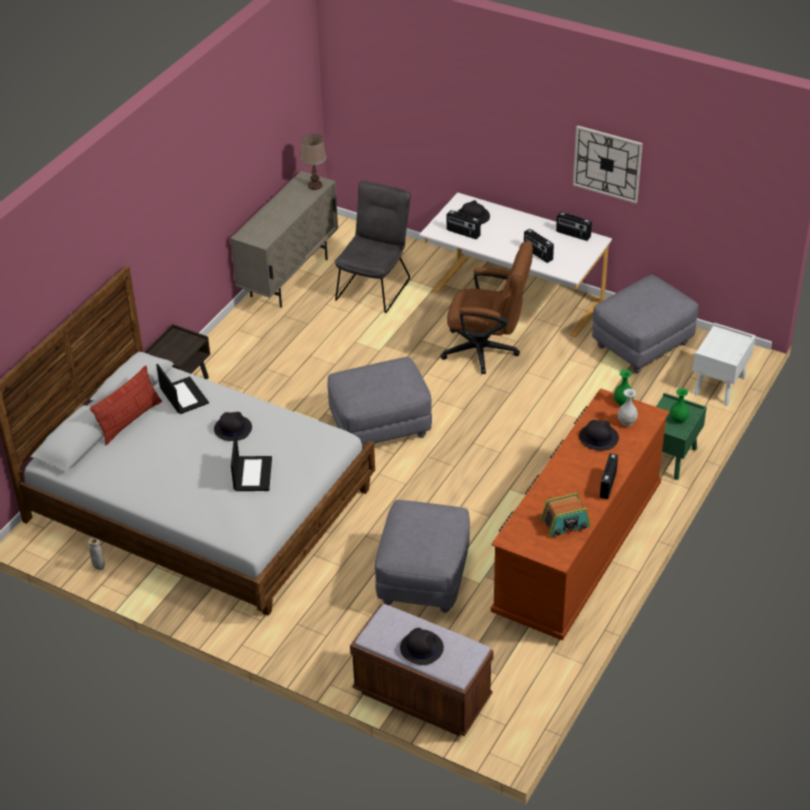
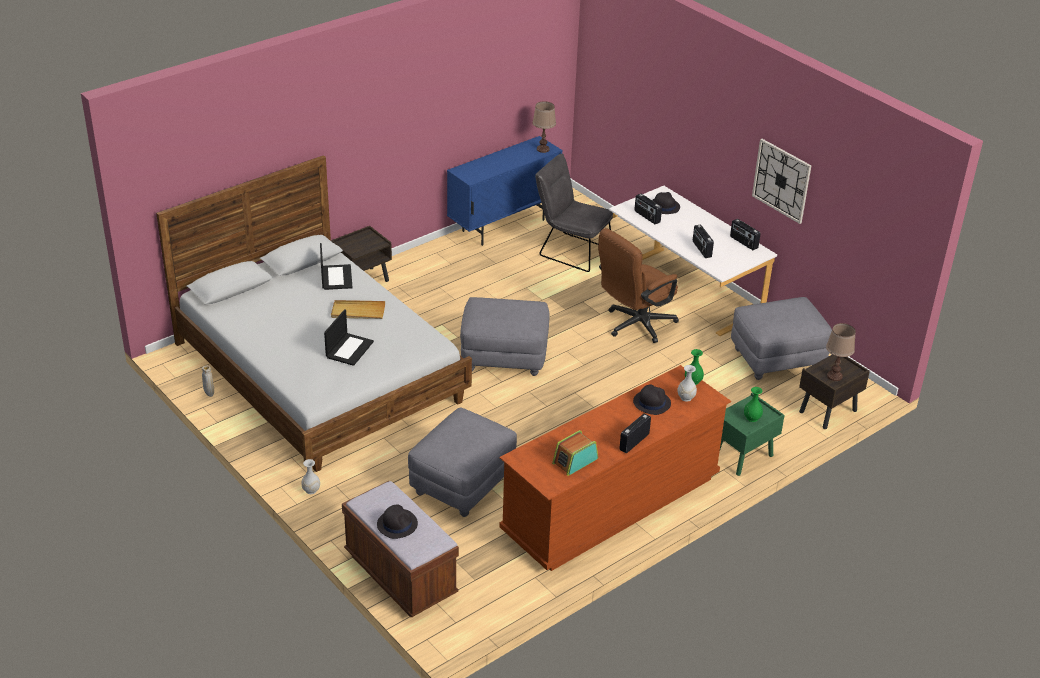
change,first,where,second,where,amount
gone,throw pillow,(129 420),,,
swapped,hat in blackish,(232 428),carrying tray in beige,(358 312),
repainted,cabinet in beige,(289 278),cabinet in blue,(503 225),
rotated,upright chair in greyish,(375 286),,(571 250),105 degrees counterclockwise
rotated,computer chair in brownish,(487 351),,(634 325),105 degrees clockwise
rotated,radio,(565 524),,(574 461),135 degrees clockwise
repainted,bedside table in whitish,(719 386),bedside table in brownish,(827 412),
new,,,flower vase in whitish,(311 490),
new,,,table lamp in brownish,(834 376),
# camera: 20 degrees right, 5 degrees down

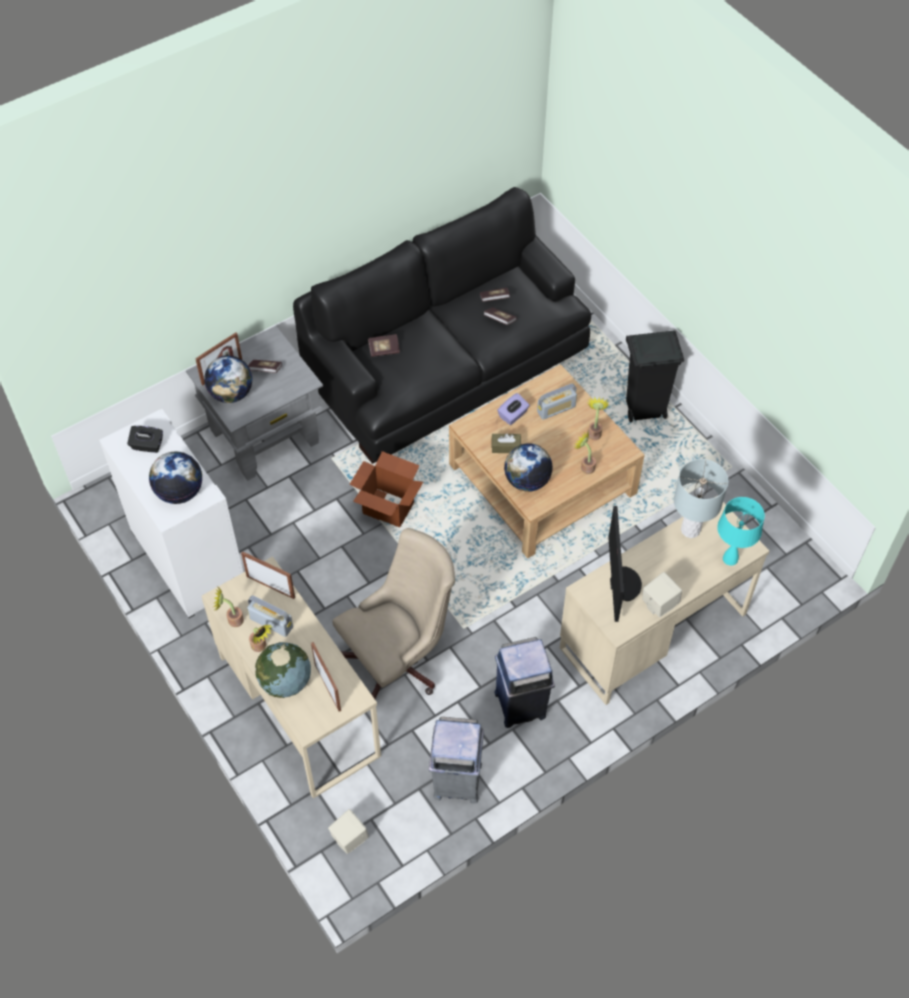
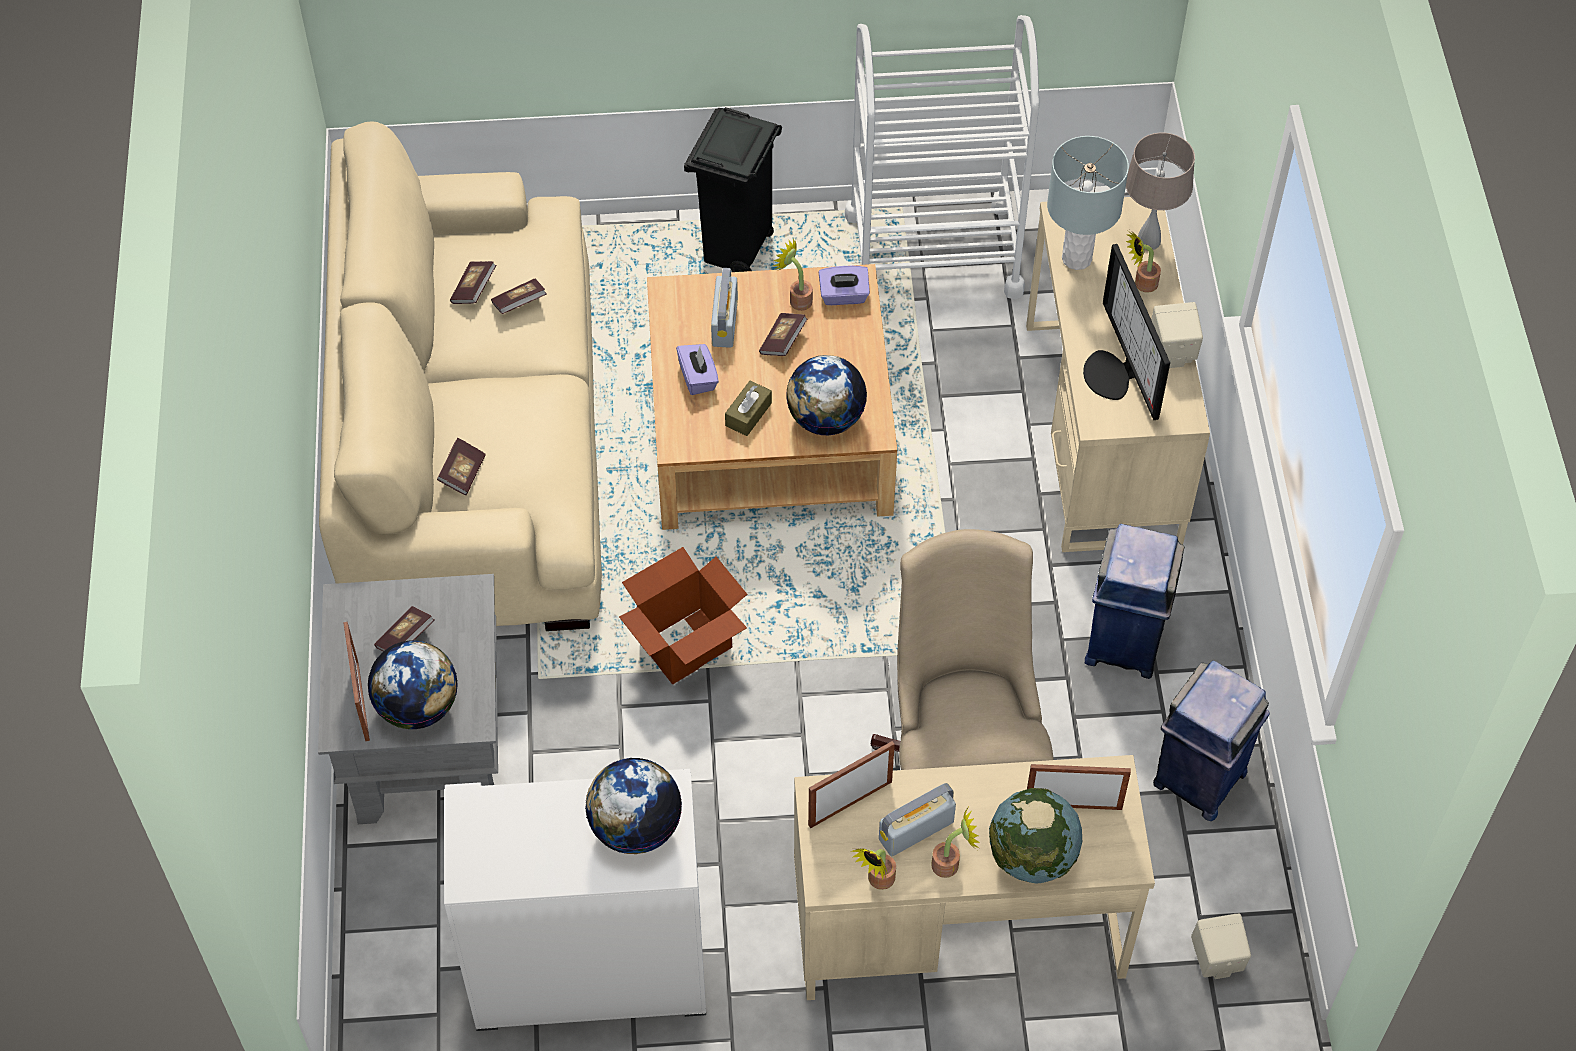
change,first,where,second,where,amount
gone,tissue box in blackish,(147 445),,,
repainted,sofa in blackish,(446 364),sofa in beige,(473 443),
repainted,rubbish bin in greyish,(456 780),rubbish bin in blue,(1198 779),
shifted,houseplant,(585 466),,(1141 284),
rotated,computer display,(622 583),,(1114 375),135 degrees counterclockwise
repainted,table lamp in turquoise,(730 559),table lamp in beige,(1149 241),
new,,,book,(783 341),
new,,,tissue box in purple-coloured,(843 296),
new,,,cart in whitish,(933 253),
# camera: 60 degrees left, 0 degrees up

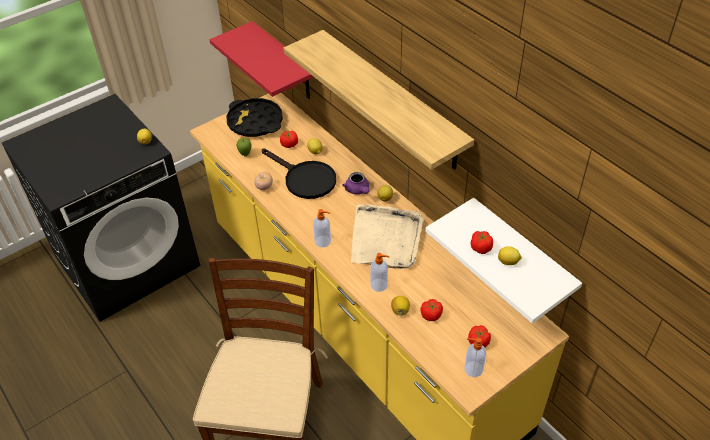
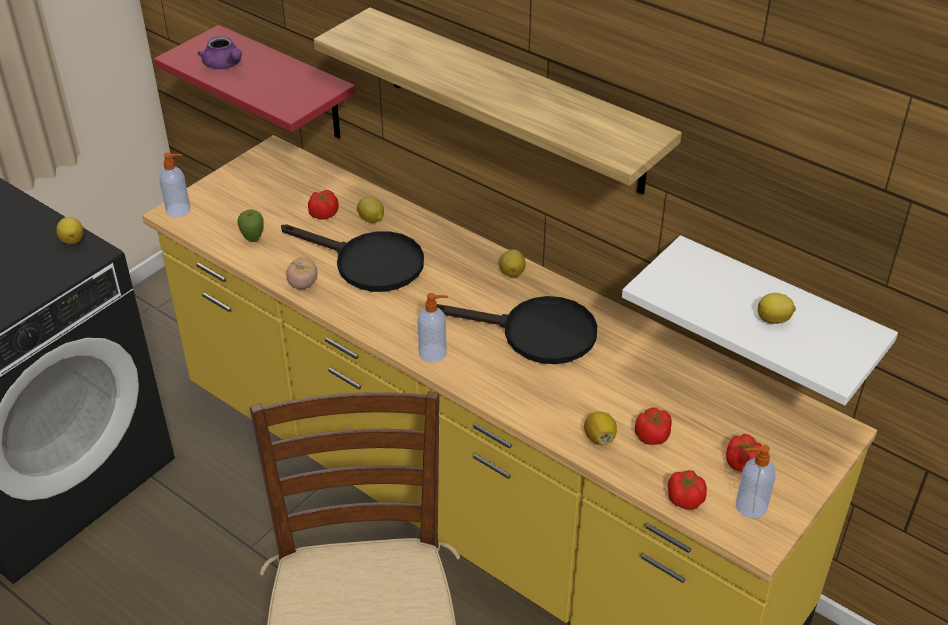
change,first,where,second,where,amount
gone,carrying tray in blackish,(255 122),,,
shifted,tea pot in purple-coloured,(358 190),,(224 65),
swapped,carrying tray in beige,(385 239),pan in blackish,(535 333),
shifted,liquid soap bottle,(379 285),,(179 210),
shifted,tomato,(480 248),,(684 499),
# camera: 15 degrees left, 5 degrees down

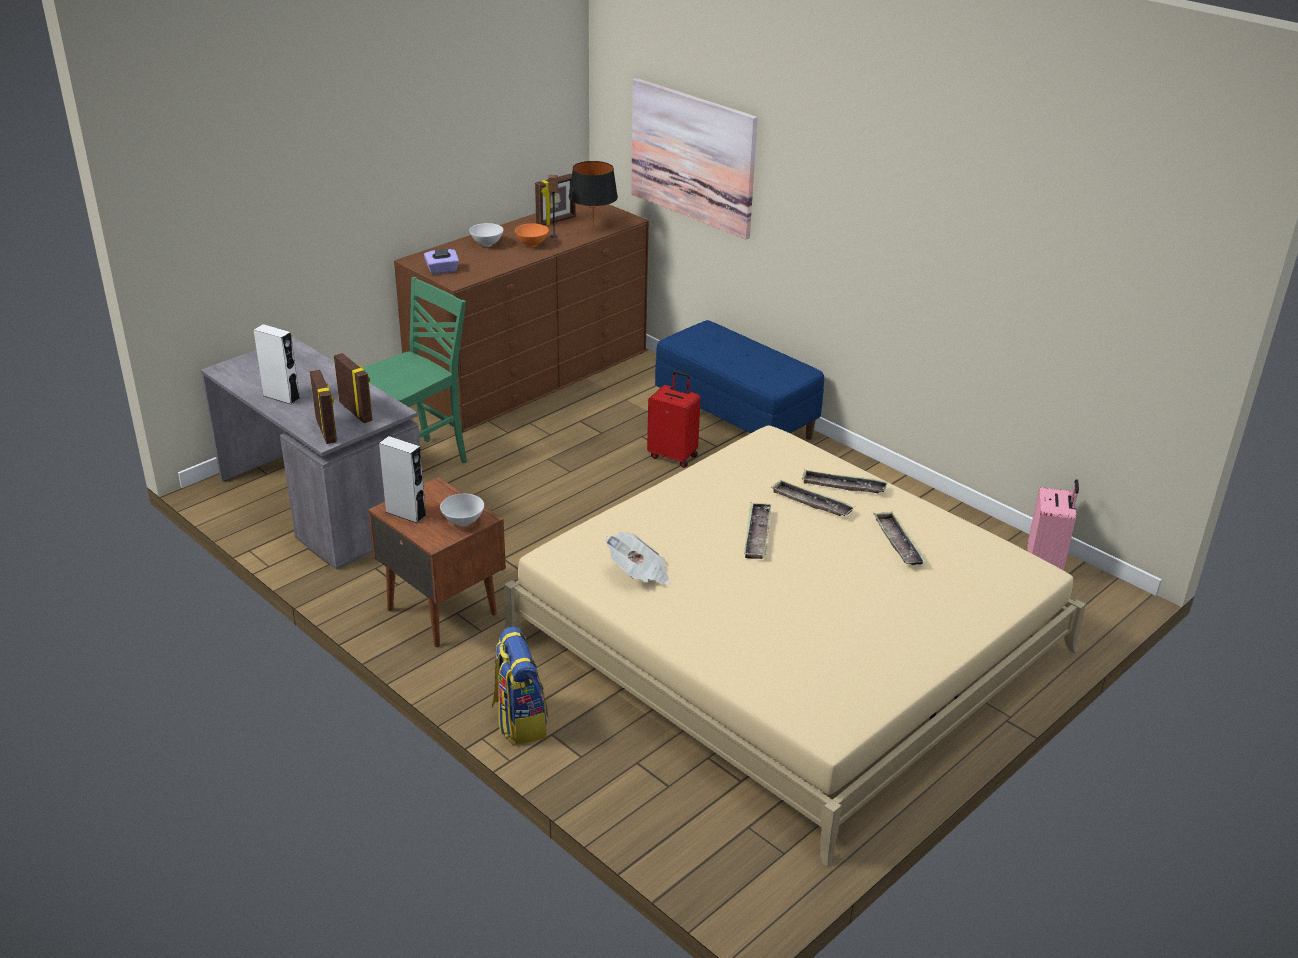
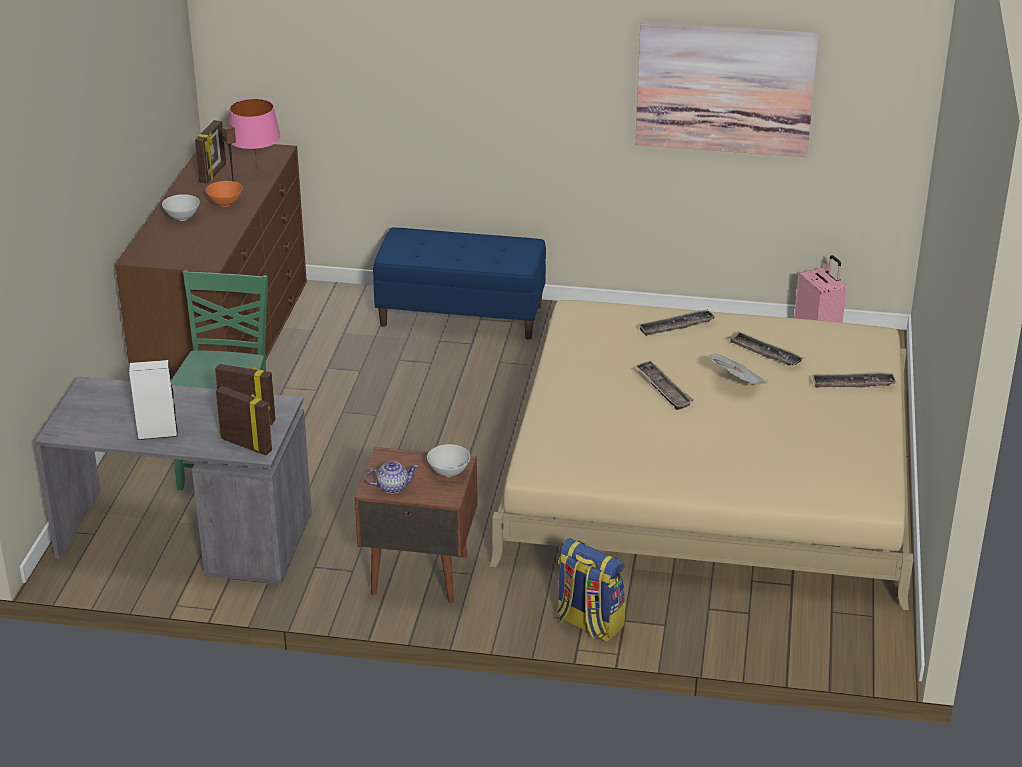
change,first,where,second,where,amount
swapped,loudspeaker in greyish,(406 514),tea pot,(392 487),
gone,tissue box in purple-coloured,(442 270),,,
repainted,table lamp in blackish,(593 227),table lamp in pinkish,(256 168),
shifted,daily paper,(639 573),,(737 383),
shifted,wall picture,(692 157),,(725 89),
gone,travel case in red-coloured,(673 456),,,
shifted,carrying tray,(811 503),,(852 384),
# camera: 35 degrees left, 0 degrees up

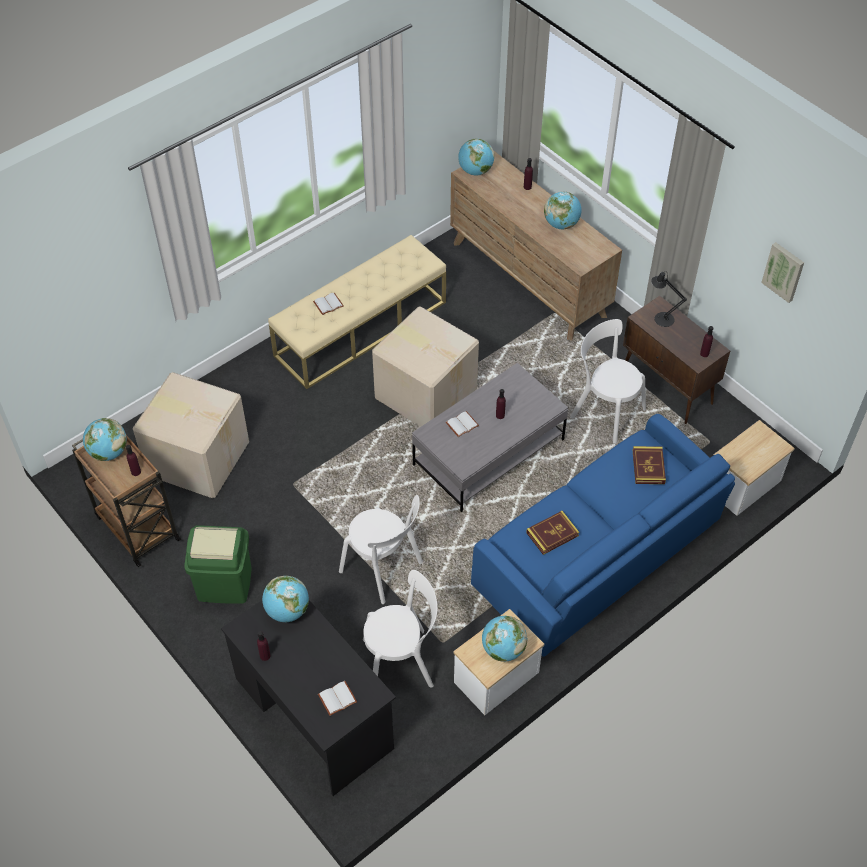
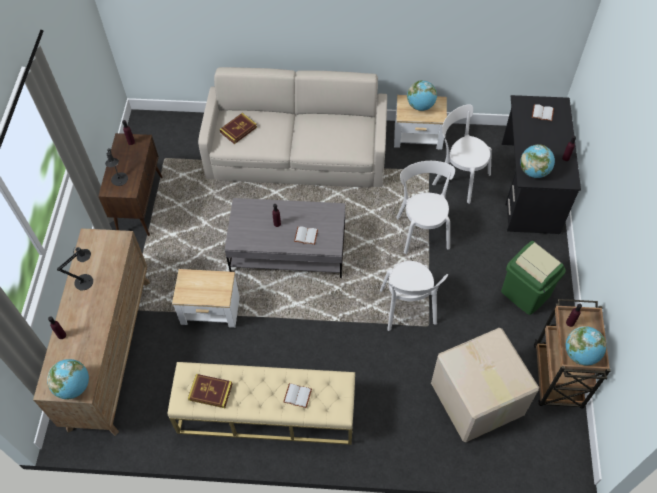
change,first,where,second,where,amount
gone,carton,(425 392),,,
repainted,sofa in blue,(599 552),sofa in beige,(297 151),
shifted,book,(552 534),,(210 392),
swapped,globe,(561 224),table lamp in blackish,(86 281),
shifted,upright chair in whitish,(604 411),,(408 309),
shifted,accent table,(742 485),,(210 311),
gone,wall picture,(784 271),,,
# camera: 135 degrees left, 5 degrees up

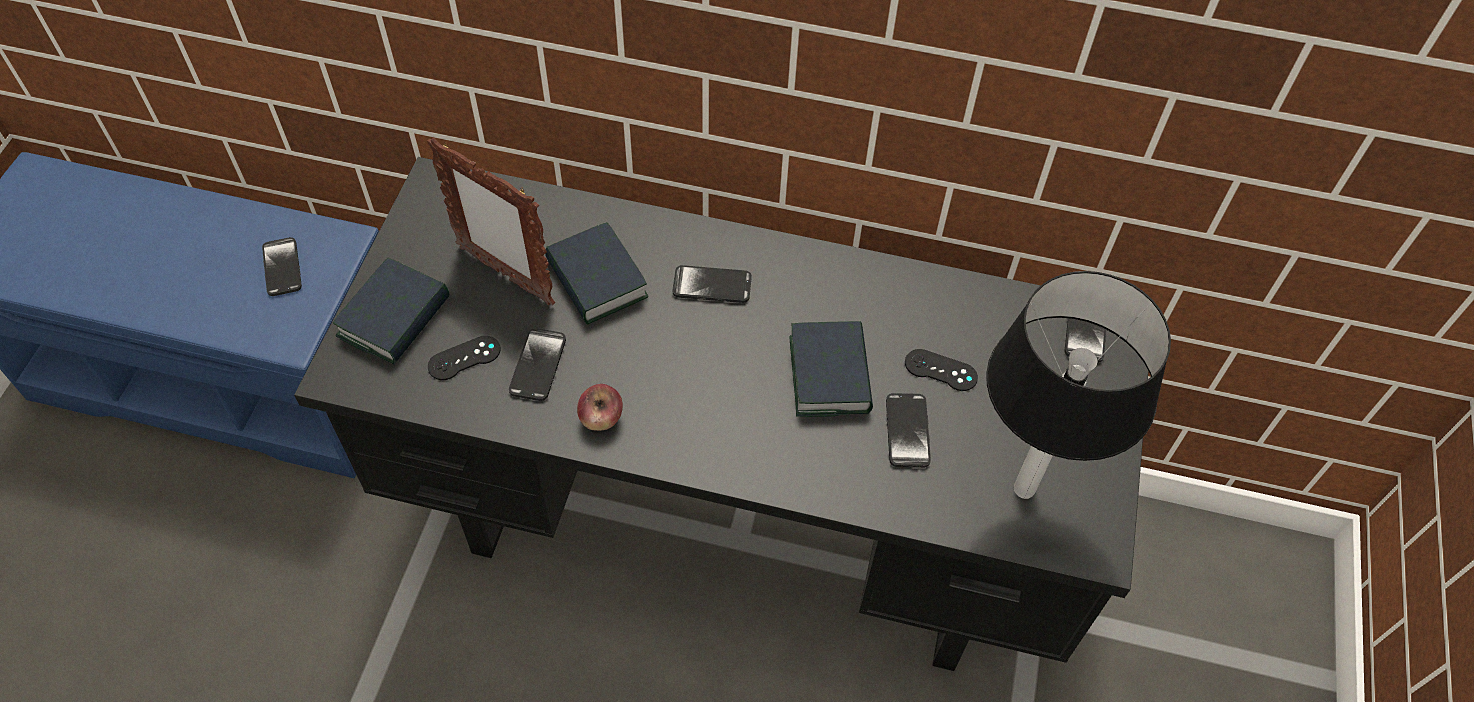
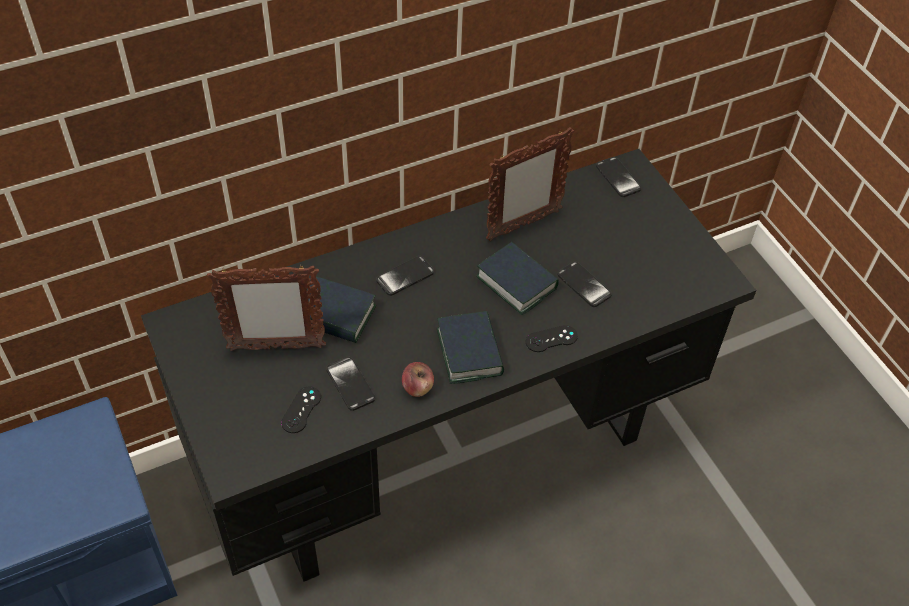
change,first,where,second,where,amount
gone,phone,(282 268),,,
shifted,book,(395 318),,(469 352),
shifted,gamepad in blackish,(940 370),,(551 339),
gone,table lamp,(1026 489),,,
new,,,photo frame,(523 225),
# camera: 40 degrees left, 5 degrees down

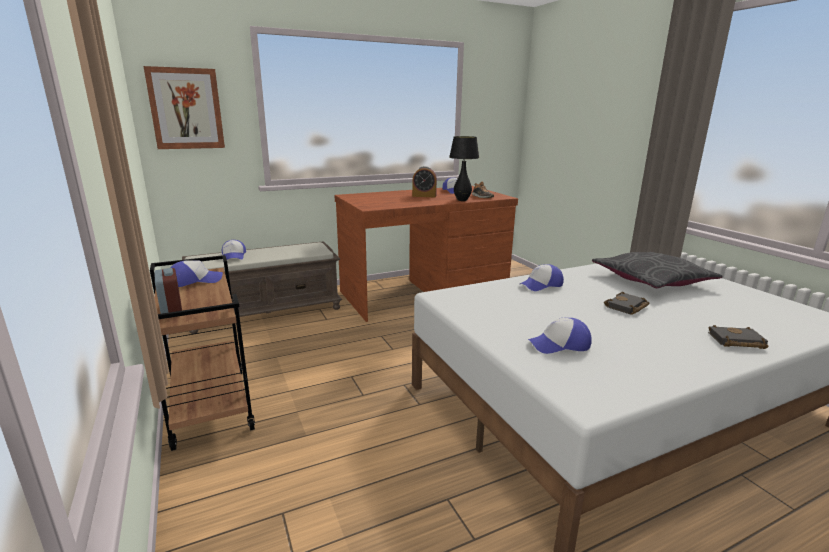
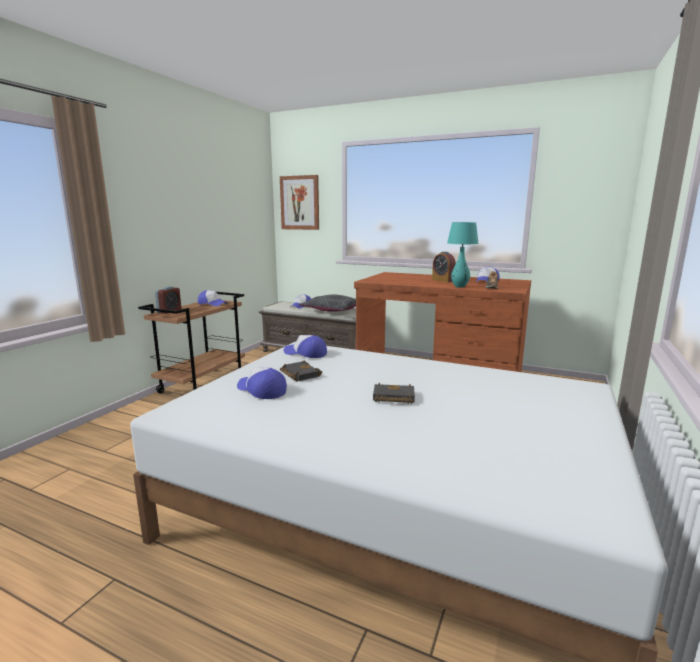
change,first,where,second,where,amount
repainted,table lamp in blackish,(462 200),table lamp in turquoise,(459 287),
shifted,cap,(541 285),,(305 353),
shifted,throw pillow in greyish,(651 280),,(333 310),
shifted,book in blackish,(735 341),,(299 374),
# camera: 50 degrees right, 5 degrees down

